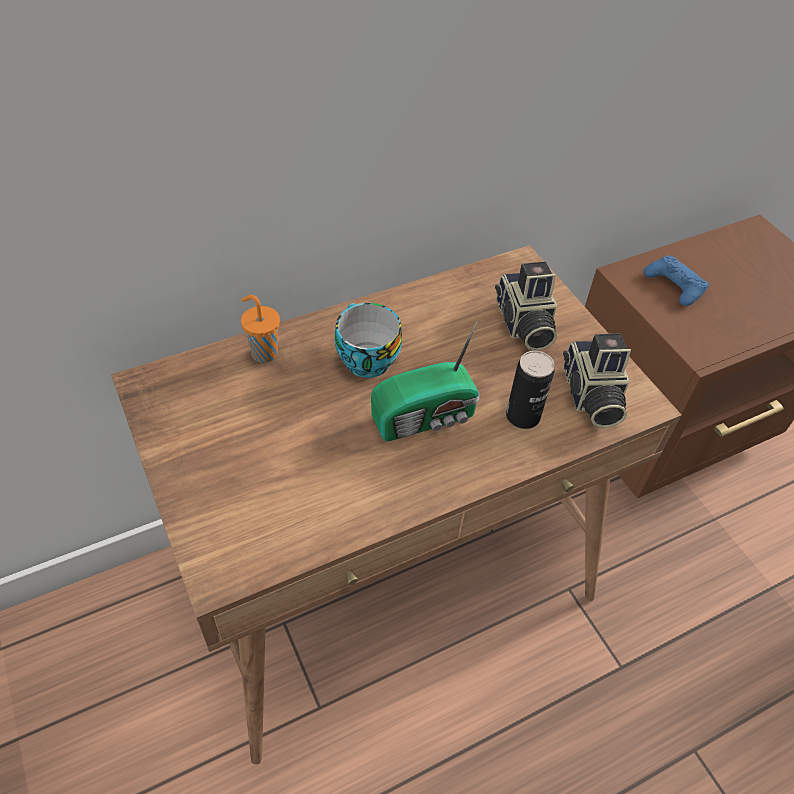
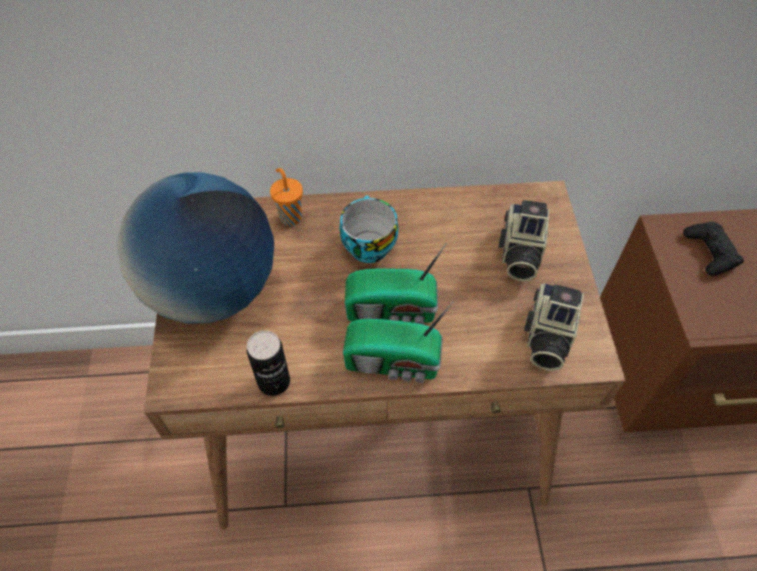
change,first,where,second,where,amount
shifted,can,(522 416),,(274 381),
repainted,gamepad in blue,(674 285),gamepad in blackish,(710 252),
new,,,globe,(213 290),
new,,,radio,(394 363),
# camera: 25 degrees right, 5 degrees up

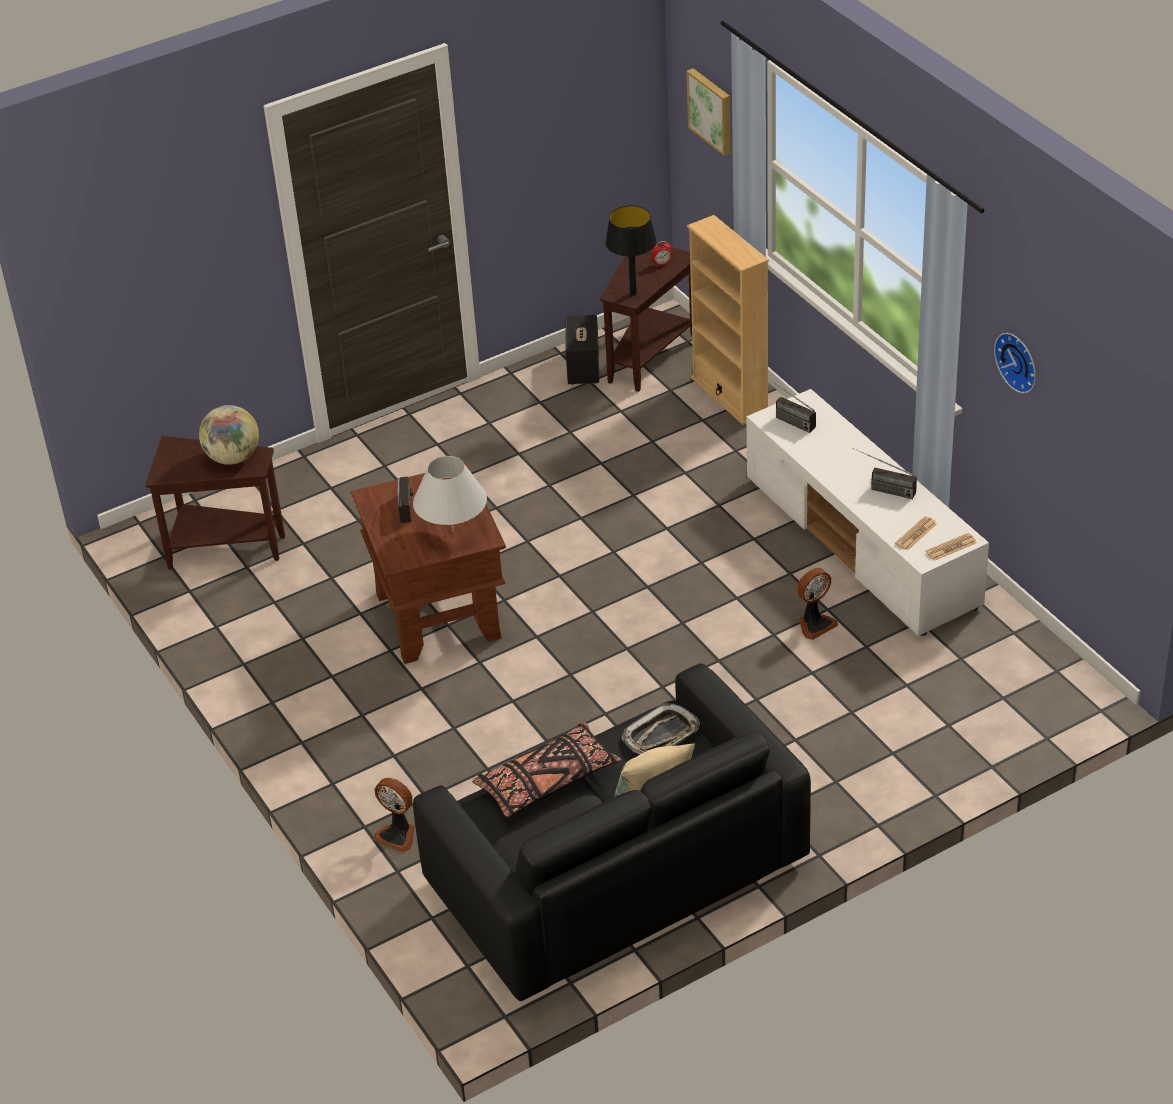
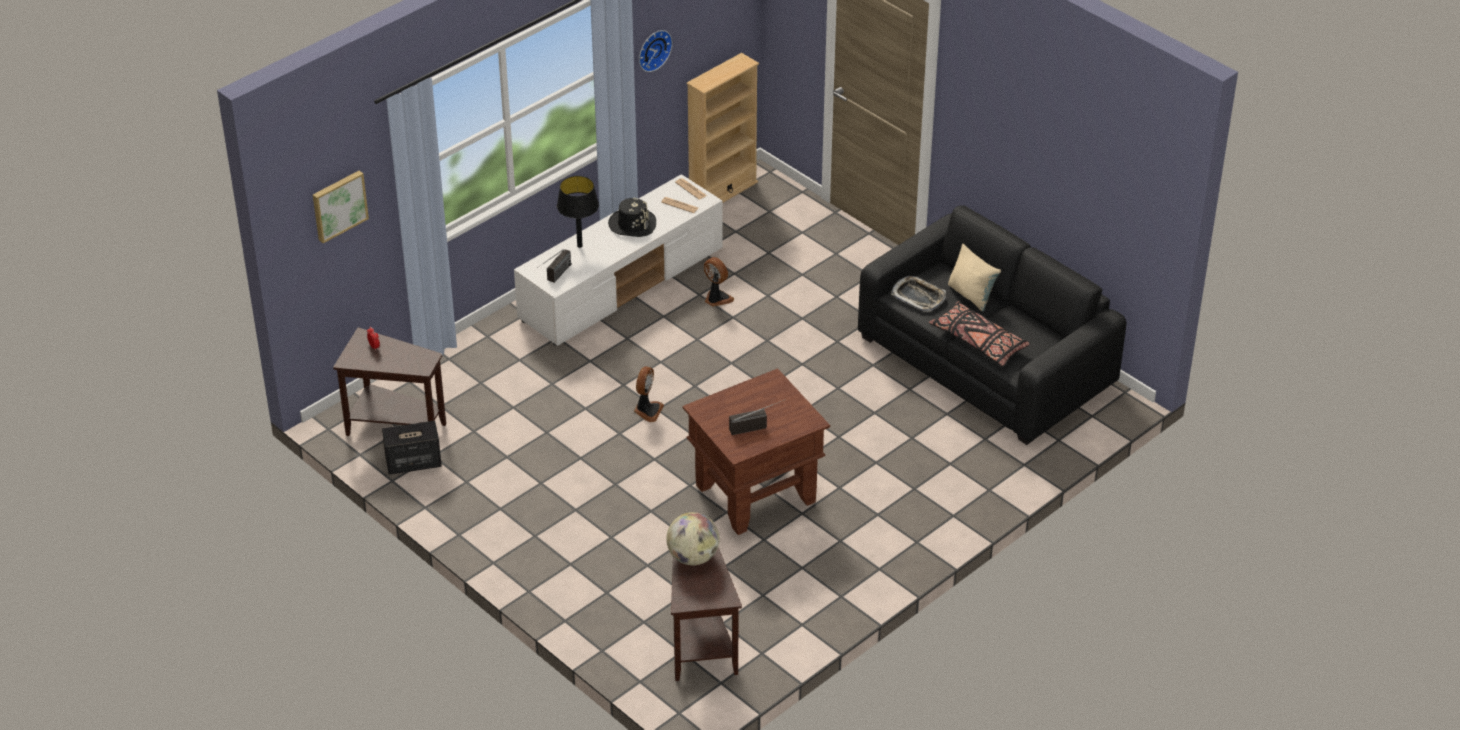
change,first,where,second,where,amount
shifted,fan,(398 835),,(647 410),
gone,table lamp in whitish,(453 531),,,
shifted,table lamp in blackish,(633 293),,(579 246),
shifted,shelving unit in beige,(730 395),,(723 192),
swapped,radio,(881 489),hat in blackish,(632 224),
# camera: 105 degrees left, 0 degrees up

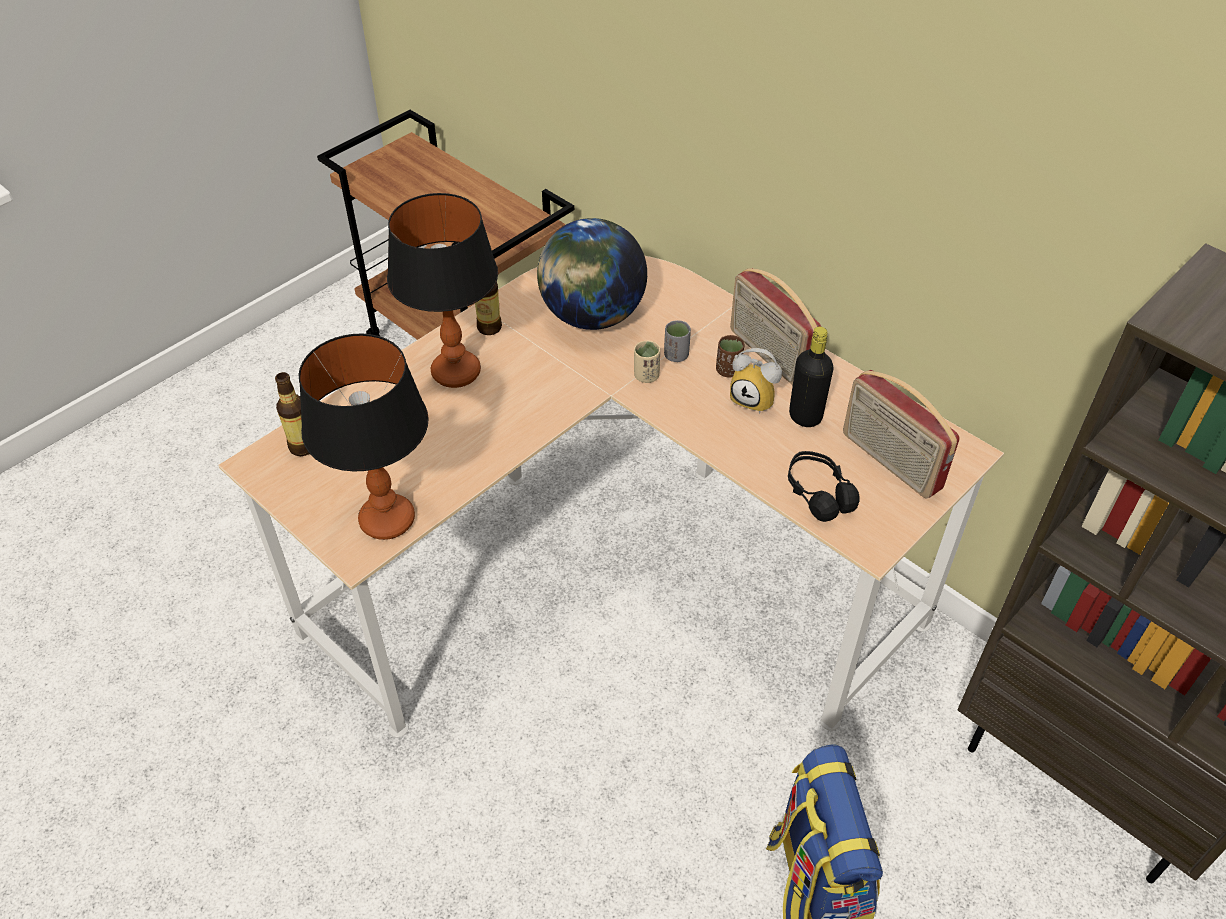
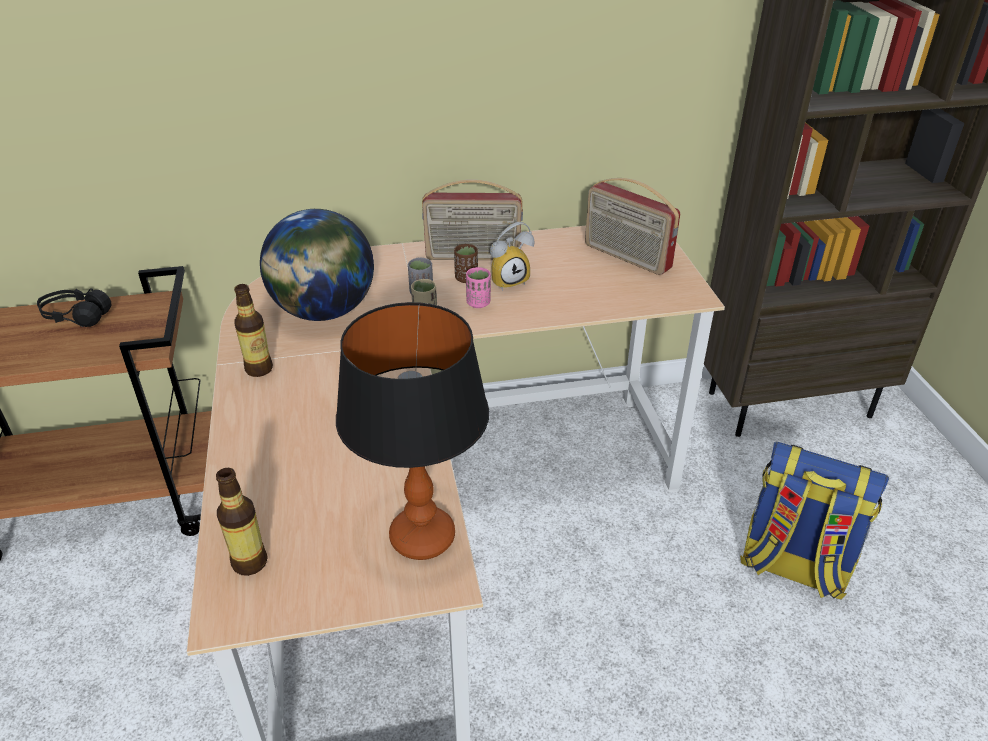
change,first,where,second,where,amount
gone,table lamp,(455 373),,,
shifted,pair of headphones in blackish,(818 494),,(76 317),
gone,beverage bottle in blackish,(805 416),,,
rotated,radio,(889 462),,(626 257),45 degrees clockwise
new,,,small cup in pinkish,(478 303),
# camera: 55 degrees left, 10 degrees down

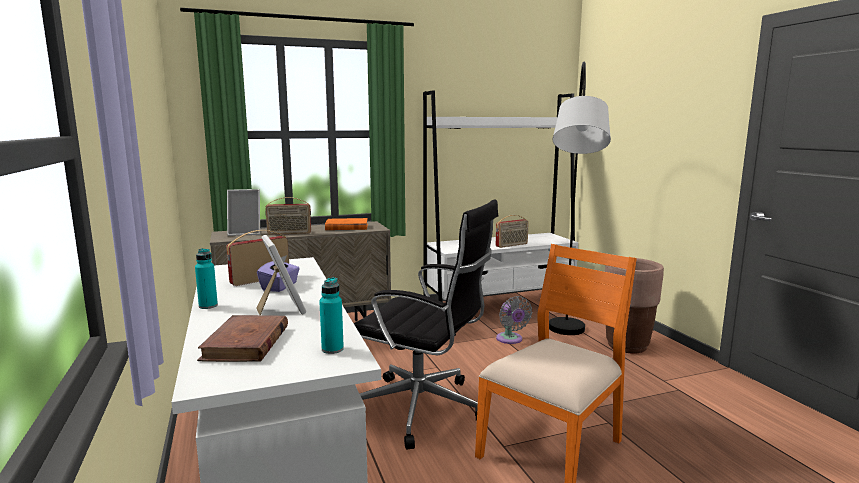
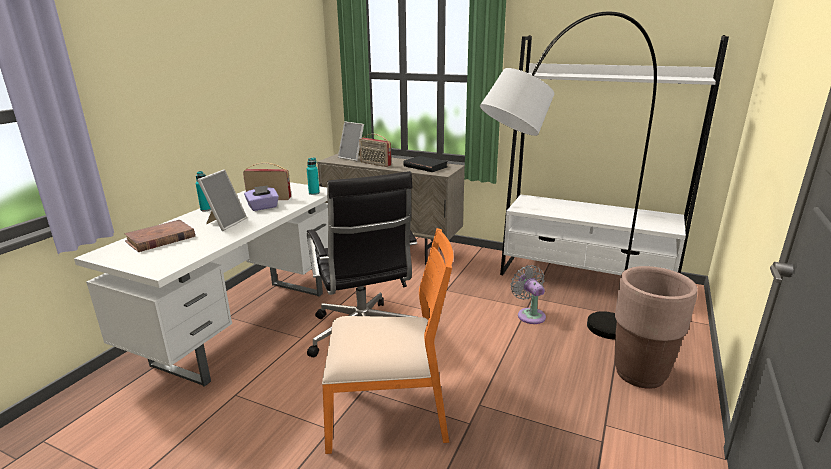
change,first,where,second,where,amount
shifted,beverage bottle in turquoise,(332 349),,(314 193),
repainted,book in orange,(346 227),book in blackish,(425 166),
gone,radio,(512 245),,,
rotated,fan in greyish,(510 340),,(529 314),135 degrees clockwise
# camera: 45 degrees right, 10 degrees up

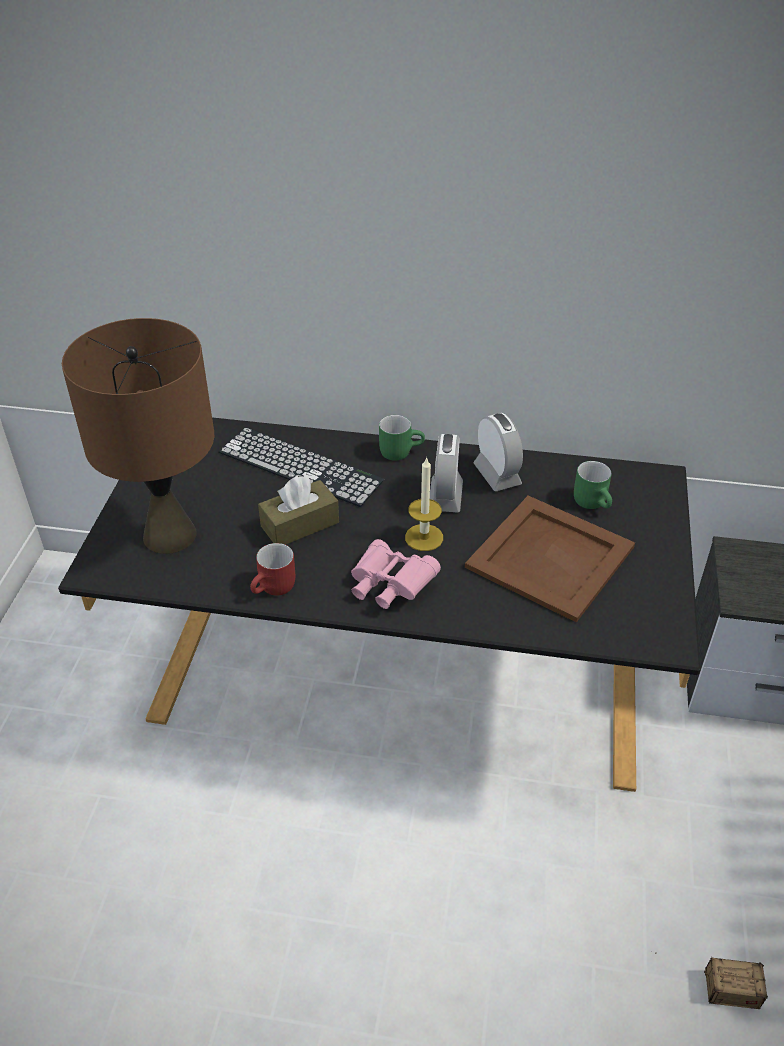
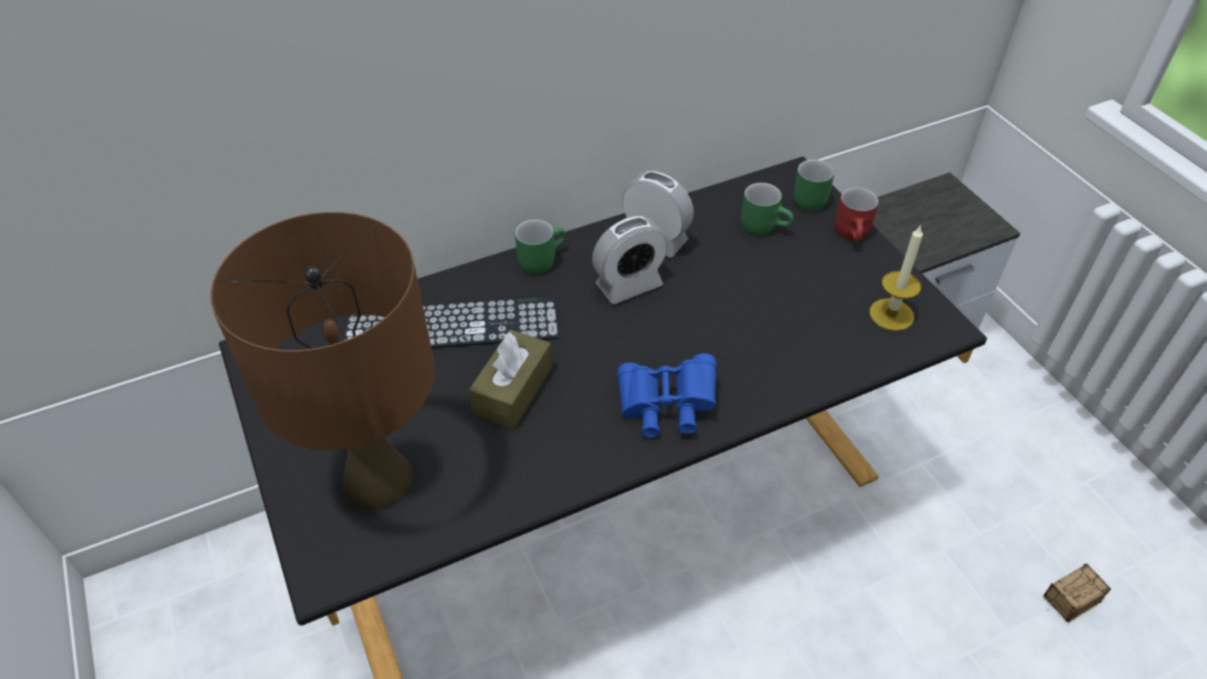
change,first,where,second,where,amount
shifted,tea mug in red-coloured,(275 589),,(854 234),
repainted,pair of binoculars in pinkish,(389 586),pair of binoculars in blue,(665 407),
shifted,wax candle,(424 537),,(891 314),
rotated,bedside clock,(445 496),,(629 285),90 degrees counterclockwise
gone,carrying tray in brownish,(551 557),,,
new,,,tea mug in green-coloured,(805 198),
# camera: 35 degrees left, 5 degrees up

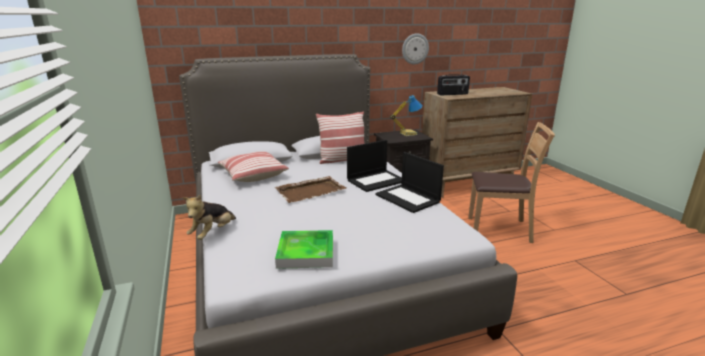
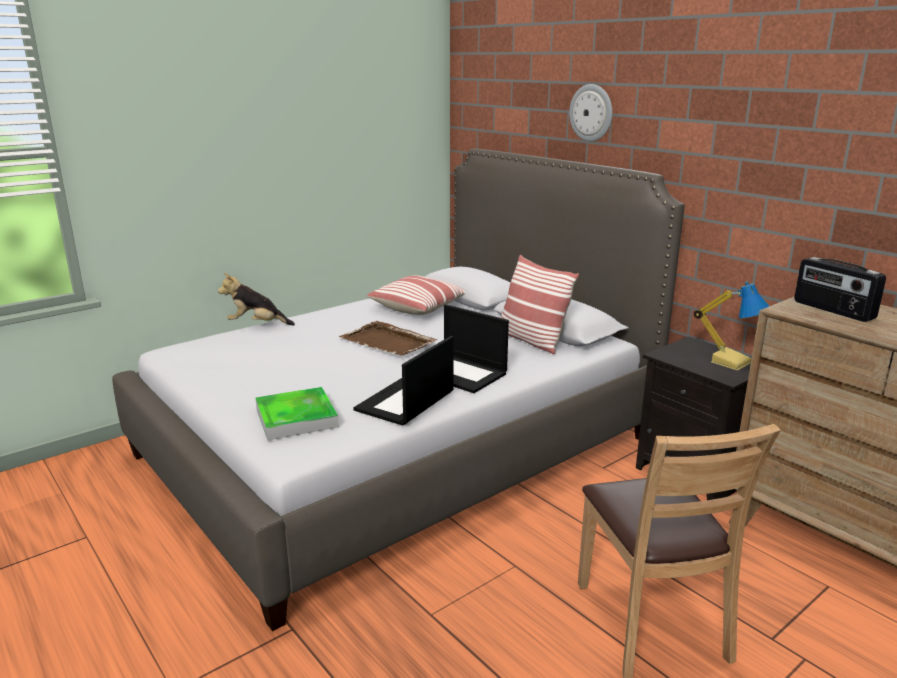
change,first,where,second,where,amount
shifted,carrying tray,(306 252),,(296 418),
shifted,clock on the wall,(415 49),,(591 113),
# camera: 70 degrees right, 0 degrees up

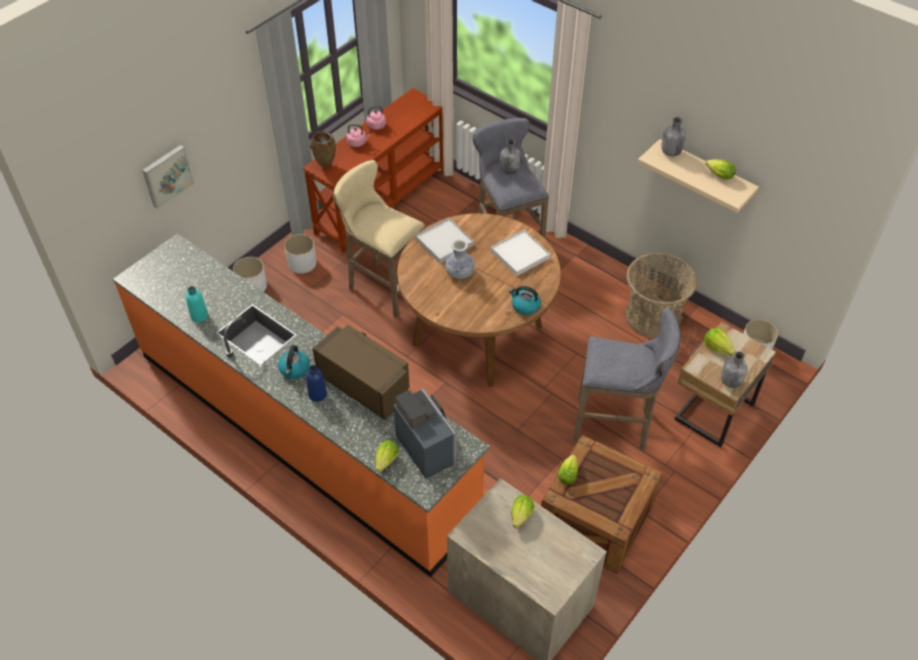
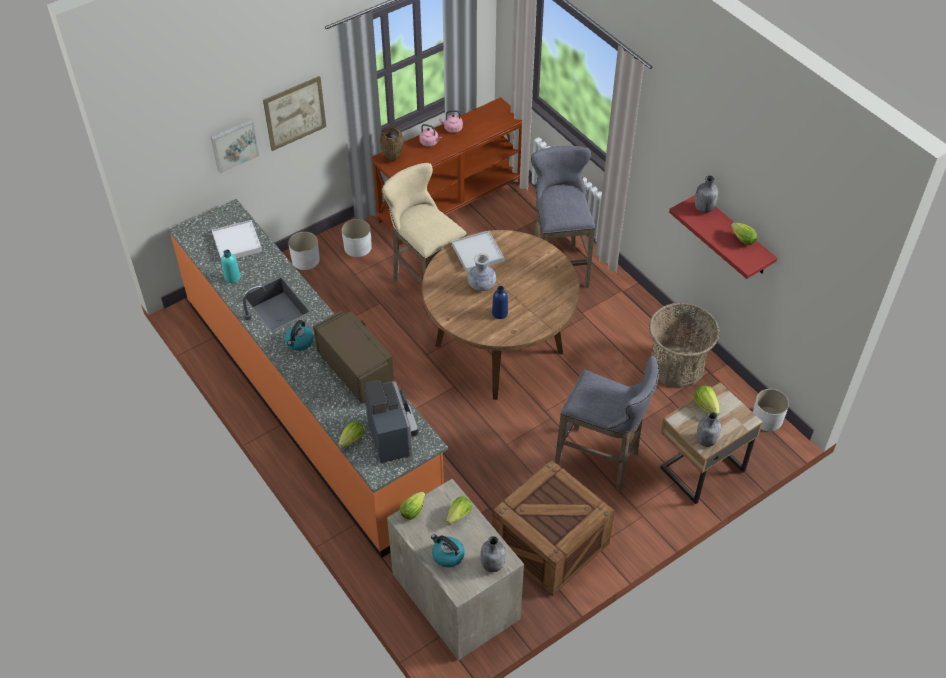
change,first,where,second,where,amount
shifted,beverage bottle in blue,(317 394),,(500 313),
shifted,carrying tray in whitish,(520 254),,(237 242),
shifted,beverage bottle in greyish,(509 170),,(492 564),
shifted,kettle,(525 306),,(447 555),
shifted,head of lettuce,(568 473),,(414 509),
repainted,wall shelf in beige,(705 174),wall shelf in red-coloured,(734 236),
new,,,wall picture,(294 113),
# camera: 15 degrees right, 0 degrees up

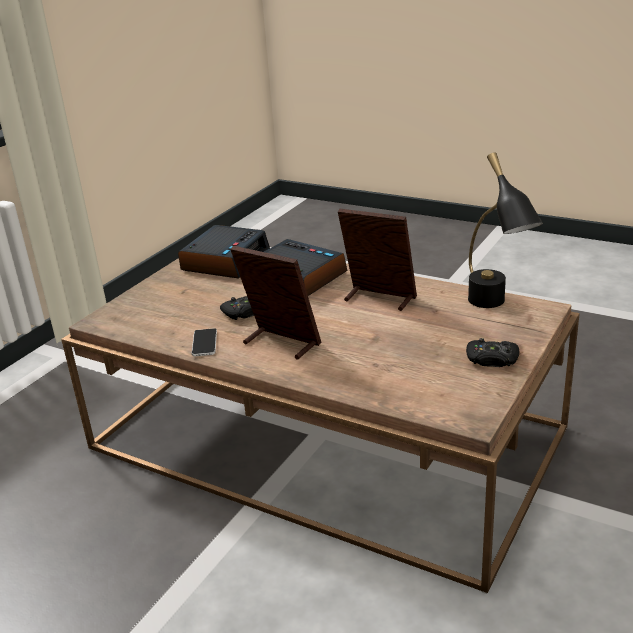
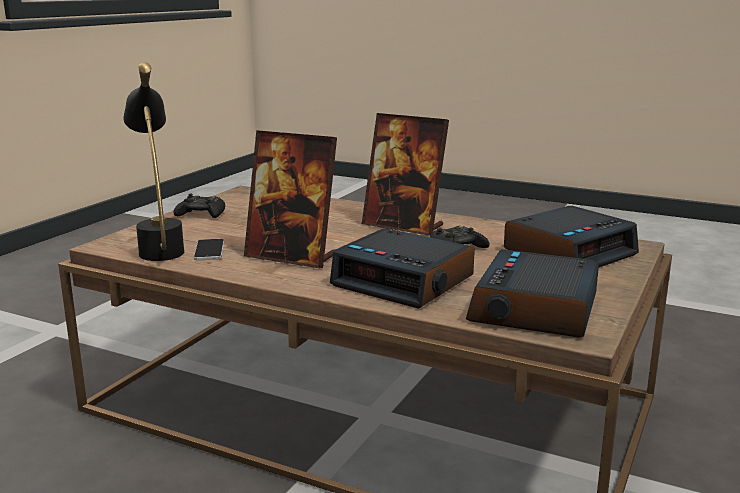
change,first,where,second,where,amount
shifted,phone,(204 343),,(209 250),
new,,,bedside clock,(569 252),
# camera: 175 degrees right, 10 degrees down

